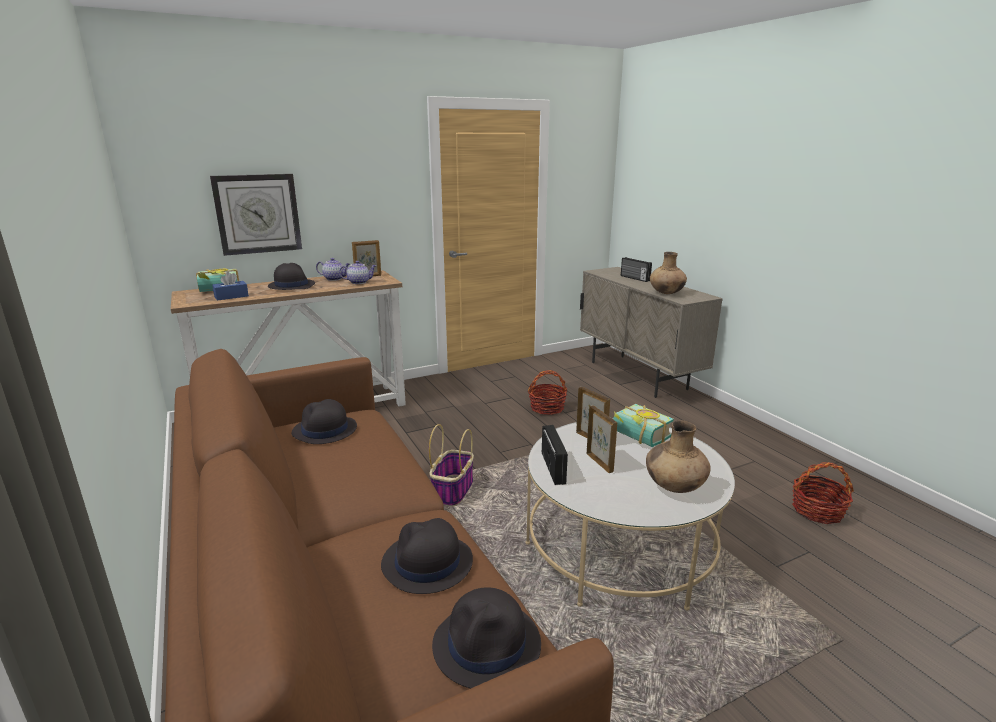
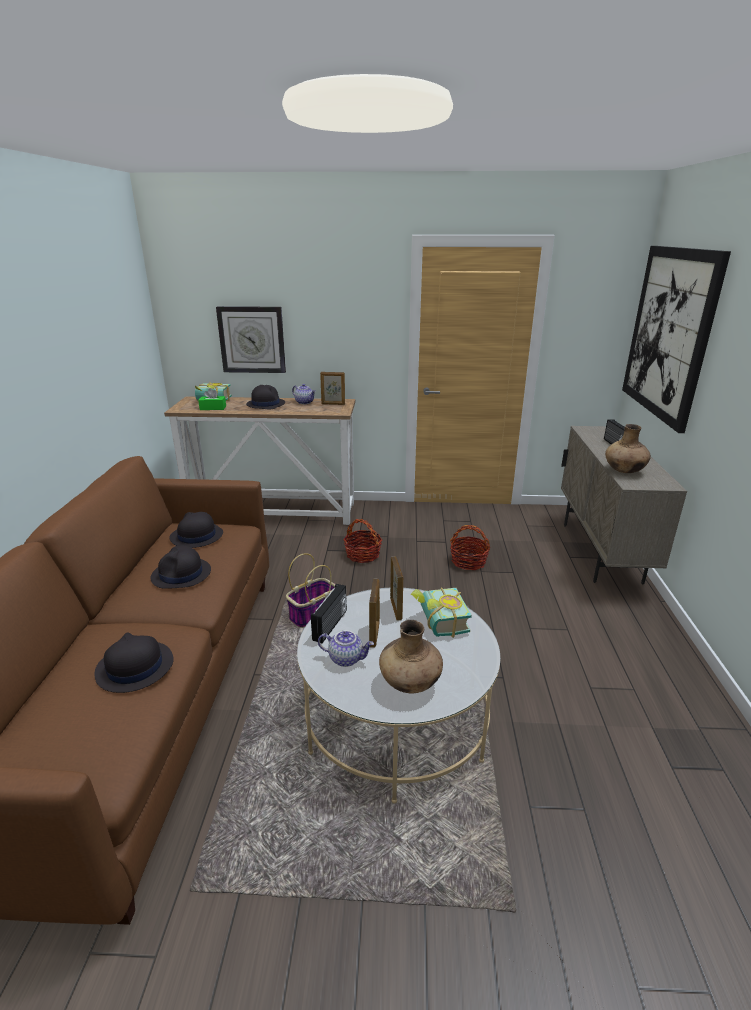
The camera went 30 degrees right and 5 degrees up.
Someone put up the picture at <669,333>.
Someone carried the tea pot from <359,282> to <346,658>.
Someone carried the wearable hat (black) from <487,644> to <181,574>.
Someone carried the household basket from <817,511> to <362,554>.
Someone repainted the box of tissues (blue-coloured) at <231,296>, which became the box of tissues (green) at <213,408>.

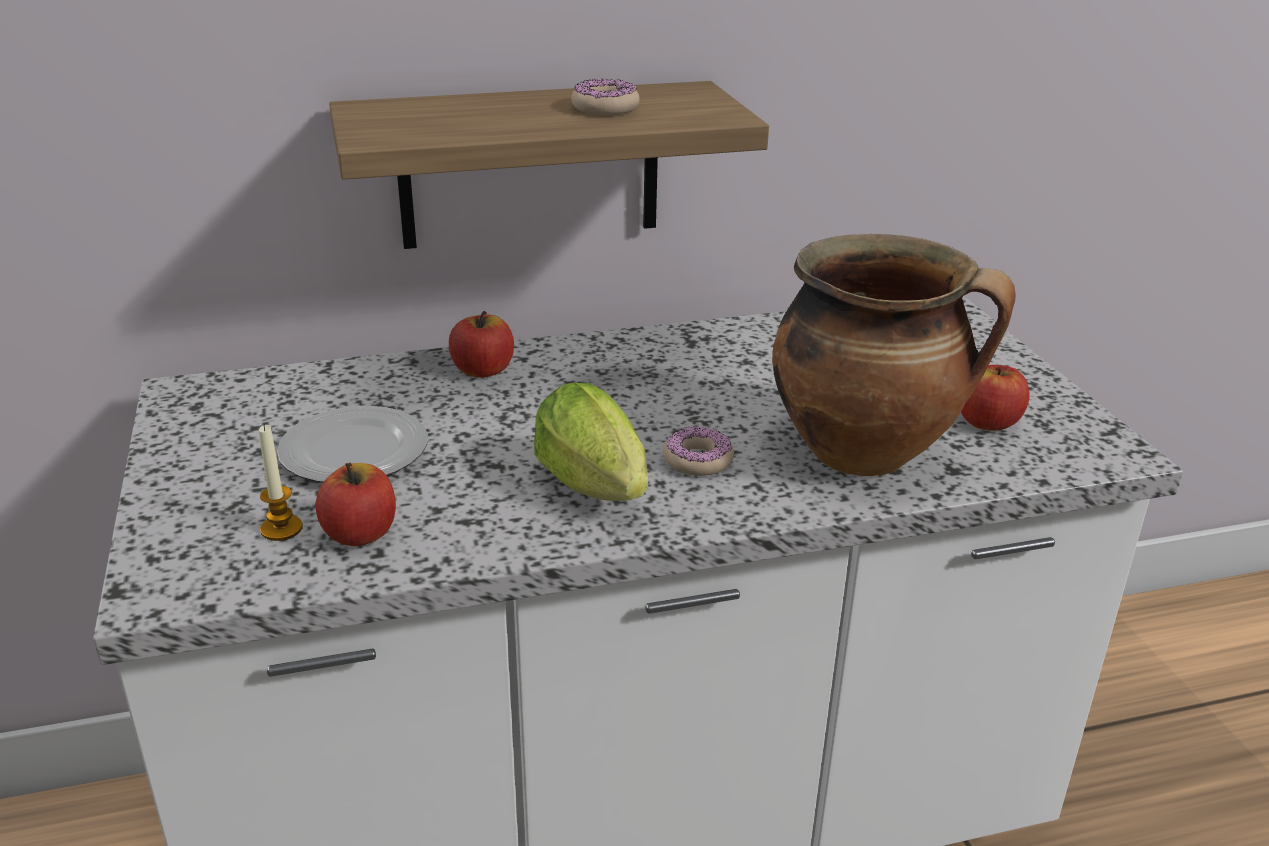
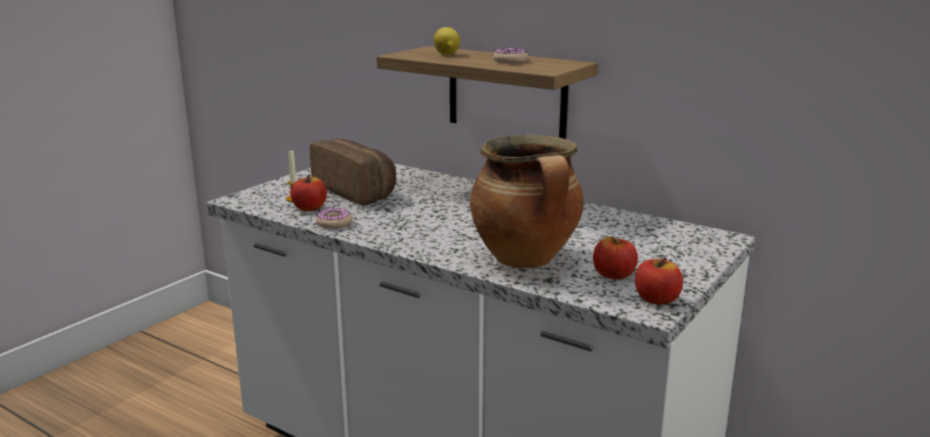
The camera went 50 degrees right and 10 degrees down.
Someone took away the lettuce head at <597,490>.
Someone put down the citrus fruit at <446,54>.
Someone carried the apple from <483,370> to <656,299>.
Someone carried the ring doughnut from <698,460> to <334,223>.
Someone swapped the plate at <355,453> for the bakery bread at <357,191>.

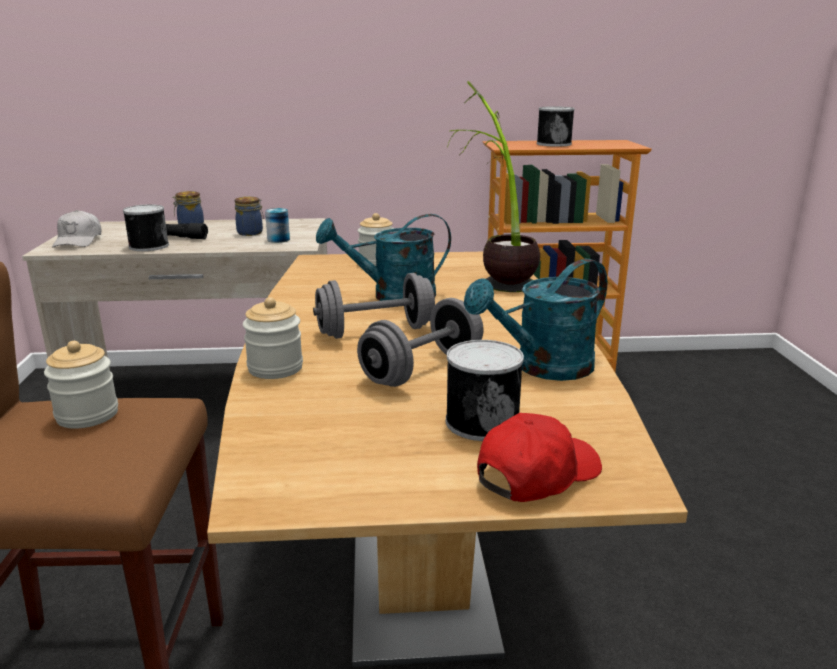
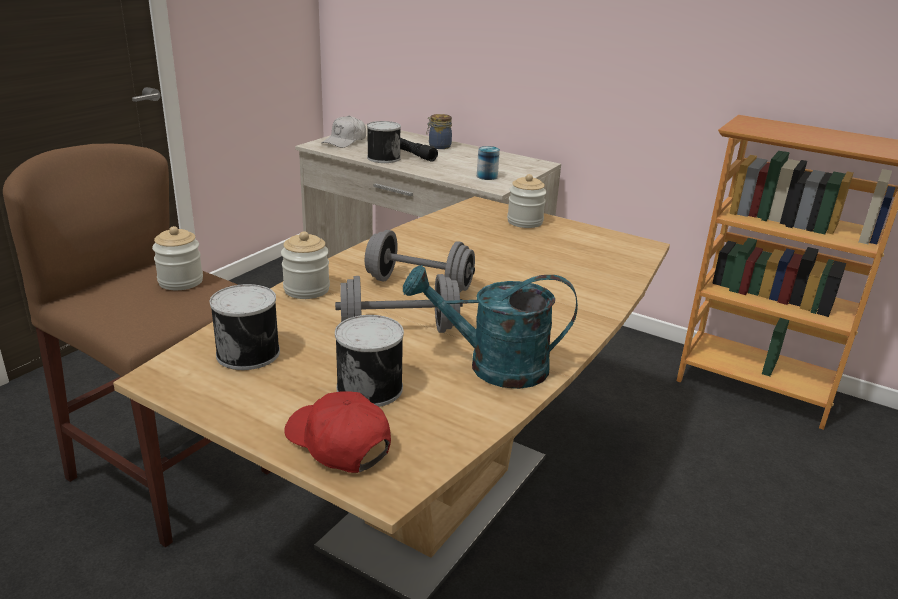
The camera went 35 degrees right and 5 degrees up.
Someone took away the storage jar at <251,233>.
Someone took away the watering can (turquoise-coloured) at <393,296>.
Someone took away the houseplant at <495,274>.
Someone carried the sealed can from <554,144> to <250,353>.
Someone rotated the baseball cap (reddish) at <537,474> by 135 degrees counterclockwise.

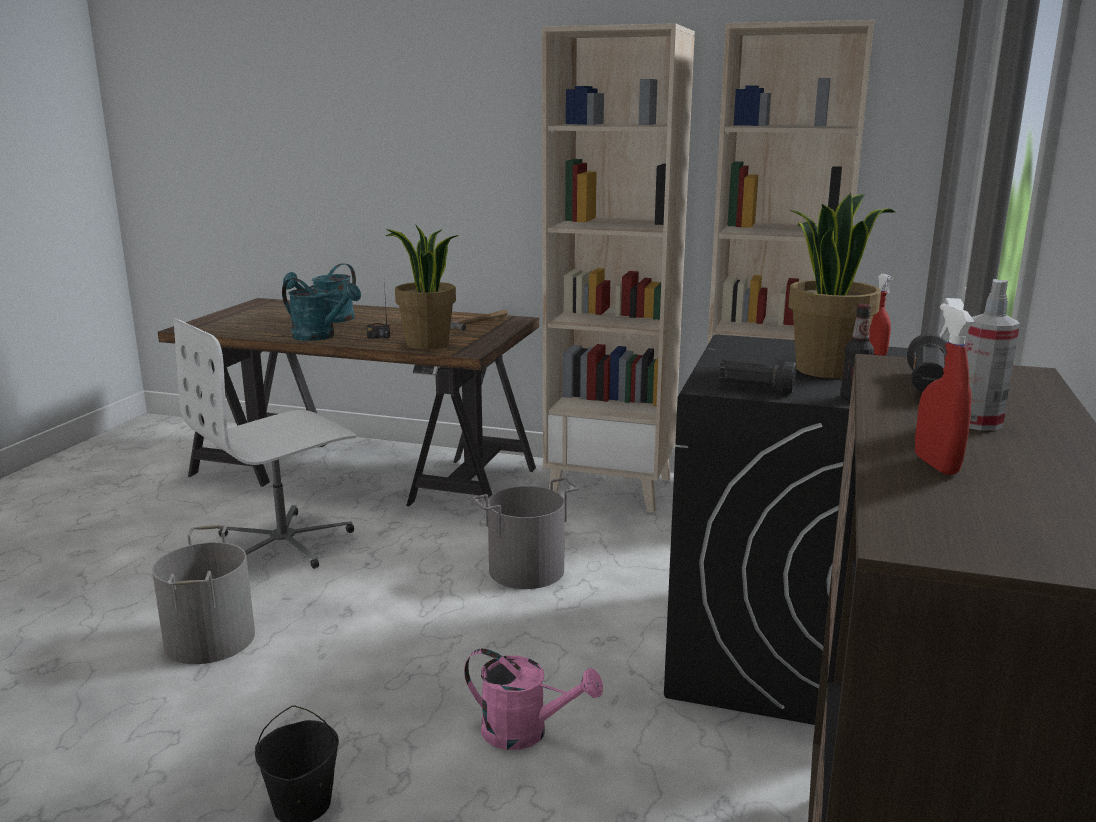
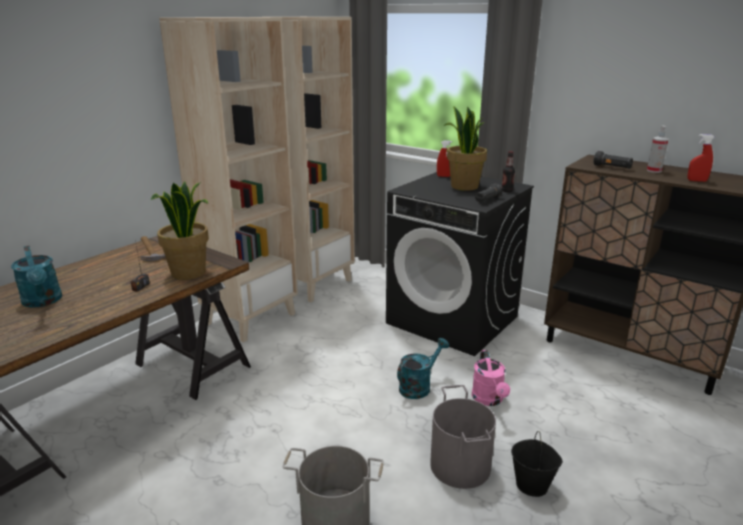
The camera went 70 degrees left and 5 degrees up.
Someone took away the computer chair (white) at <284,543>.
Someone carried the watering can (turquoise-coloured) from <320,336> to <419,386>.
Someone carried the bucket (greyish) from <527,570> to <461,465>.
Someone rotated the watering can (pinkish) at <526,732> by 135 degrees clockwise.

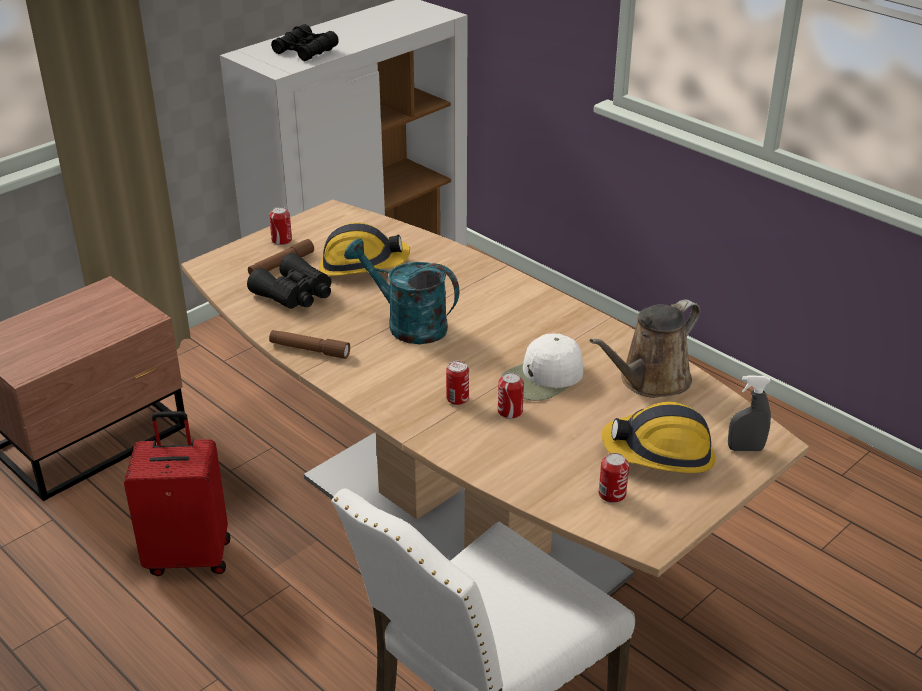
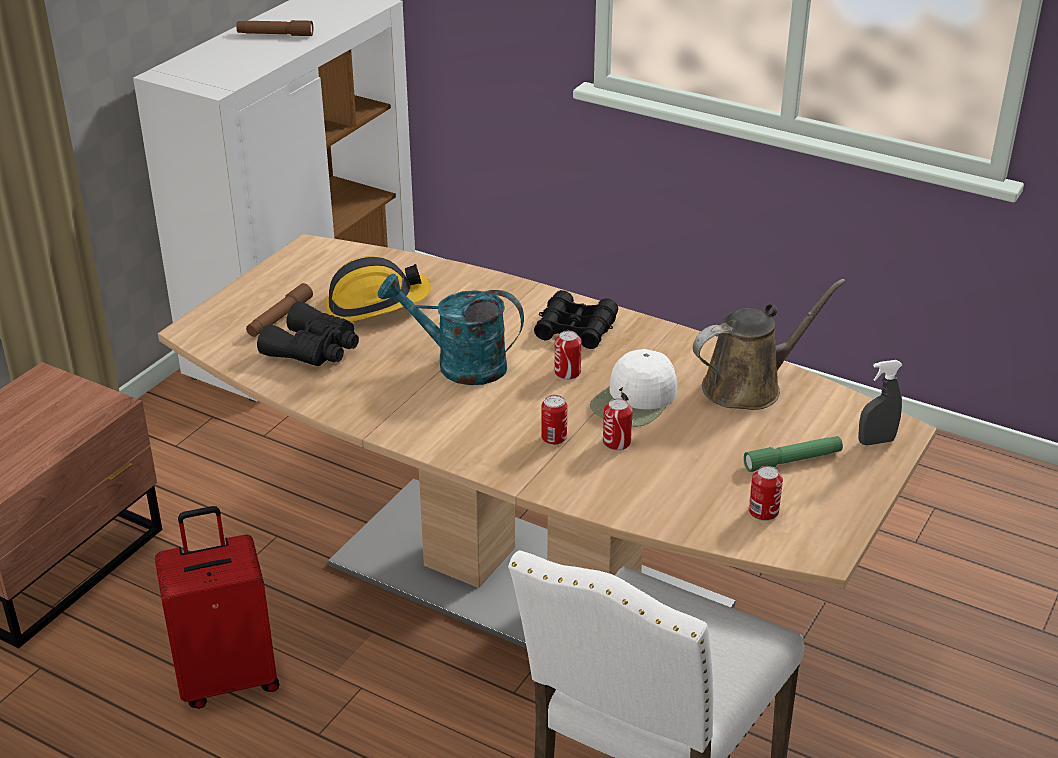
The camera went 15 degrees left and 0 degrees up.
Someone carried the sealed can from <281,240> to <567,372>.
Someone carried the hand torch (brown) from <309,350> to <275,34>.
Someone carried the binoculars (black) from <305,51> to <576,330>.
Someone swapped the hard hat at <660,453> for the hand torch (green) at <792,460>.
Someone rotated the watering can (brown) at <650,381> by 150 degrees counterclockwise.

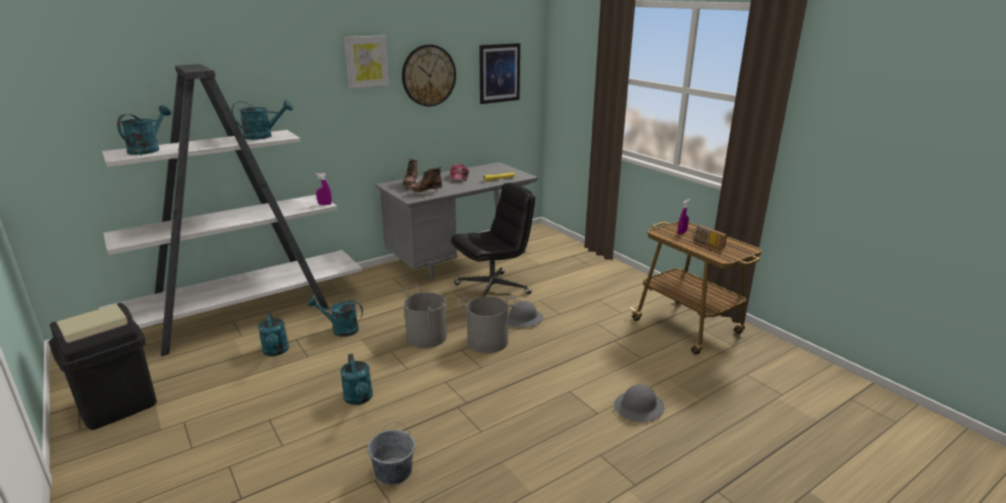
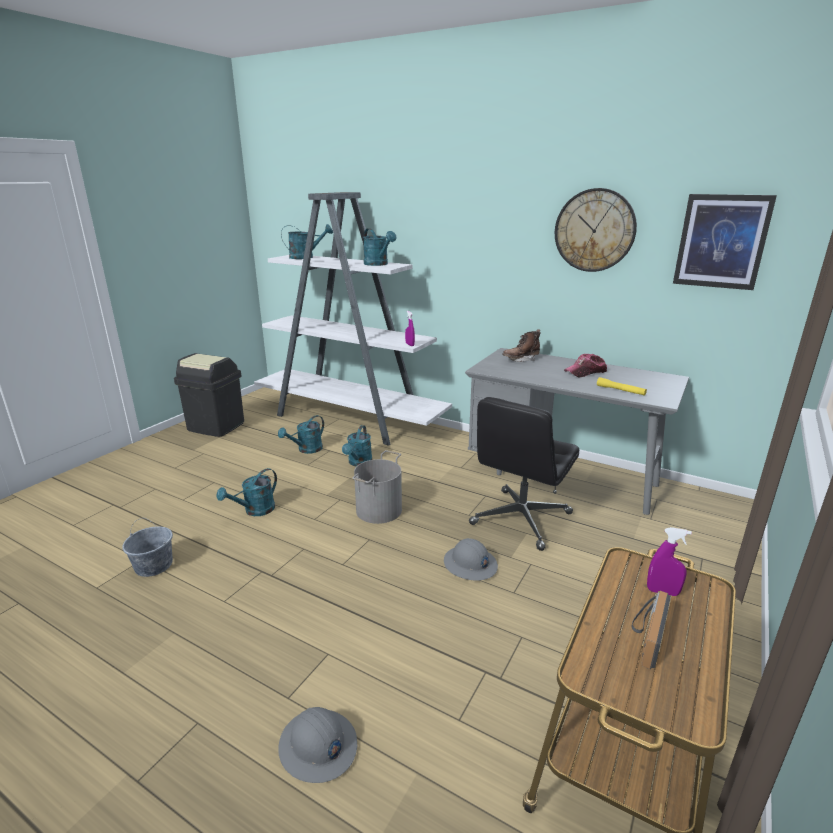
The camera went 65 degrees right and 0 degrees up.
Someone took away the picture at <366,61>.
Someone took away the boot (brown) at <425,193>.
Someone took away the bucket (greyish) at <487,341>.
Someone rotated the watering can (turquoise-coloured) at <340,329> by 150 degrees counterclockwise.
Someone rotated the computer chair (black) at <493,289> by 90 degrees clockwise.

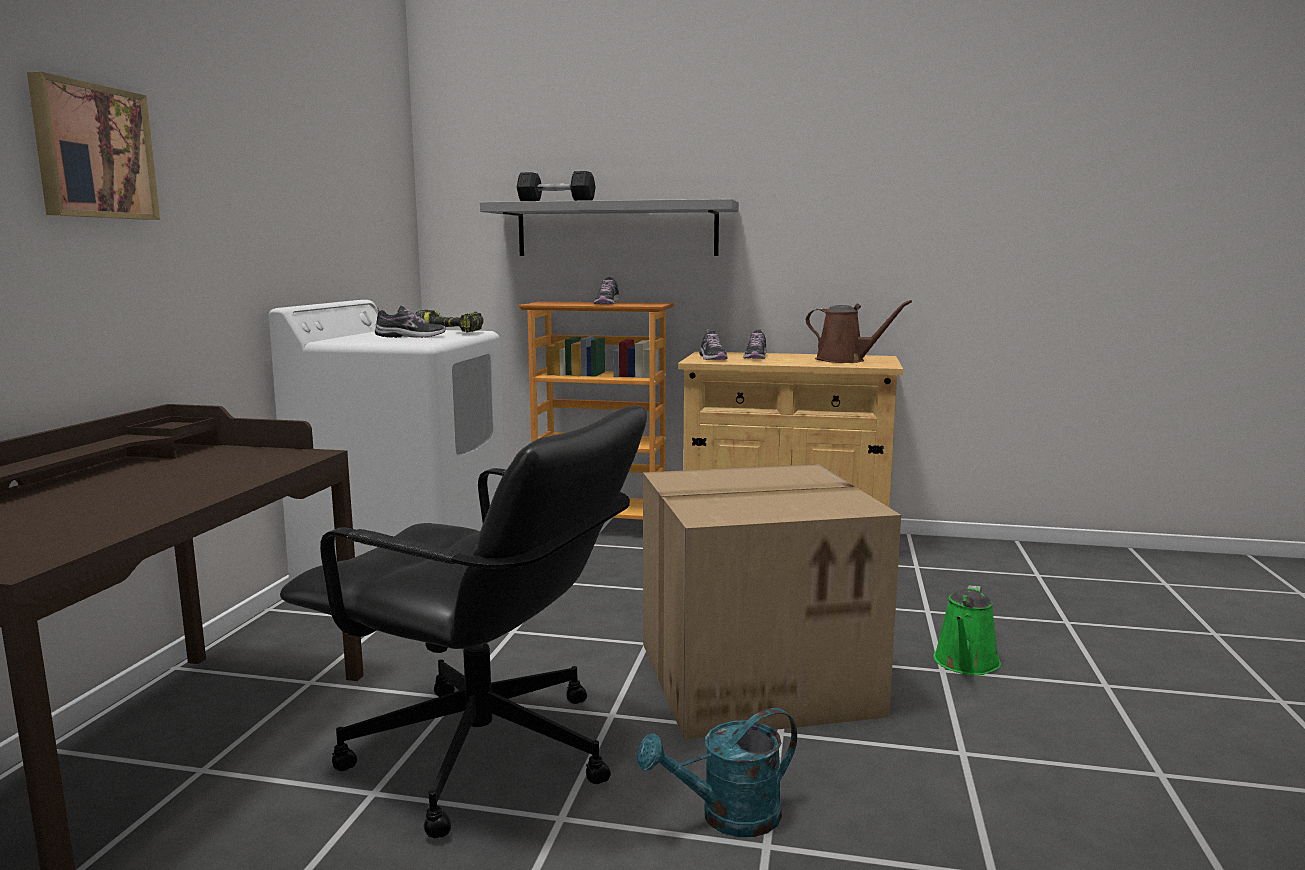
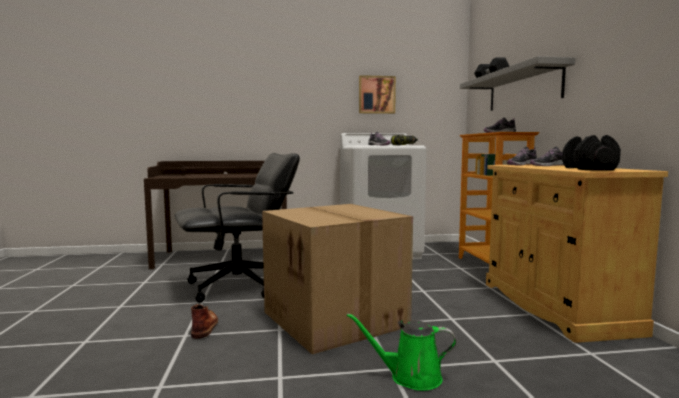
The camera went 70 degrees right and 5 degrees down.
Someone carried the picture from <92,152> to <376,95>.
Someone swapped the watering can (turquoise-coloured) at <727,817> for the boot (brown) at <204,326>.
Someone swapped the watering can (brown) at <845,360> for the dumbbell (black) at <589,169>.
Someone rotated the computer chair (black) at <483,755> by 120 degrees counterclockwise.

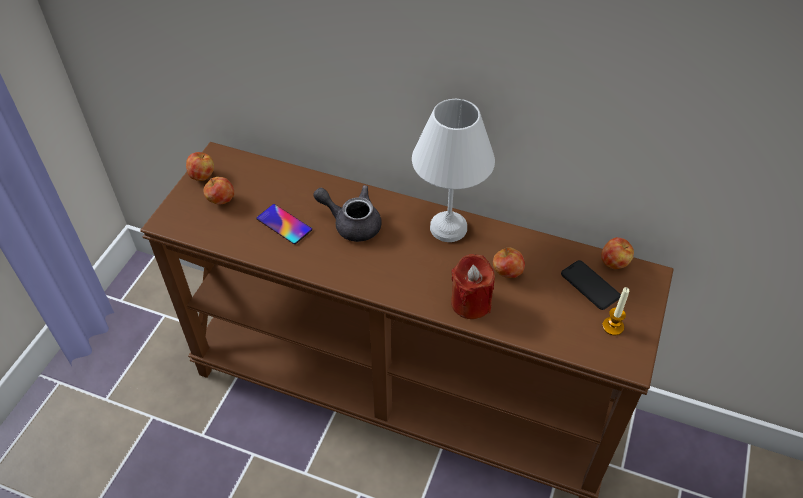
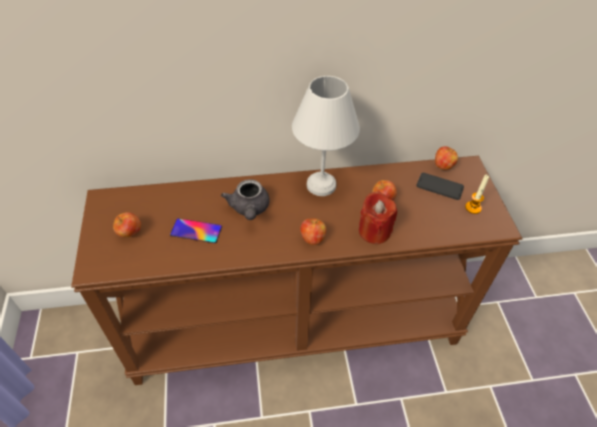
The camera went 30 degrees left and 0 degrees up.
Someone carried the apple from <202,176> to <312,238>.
Someone rotated the tea pot (greyish) at <352,223> by 90 degrees counterclockwise.

